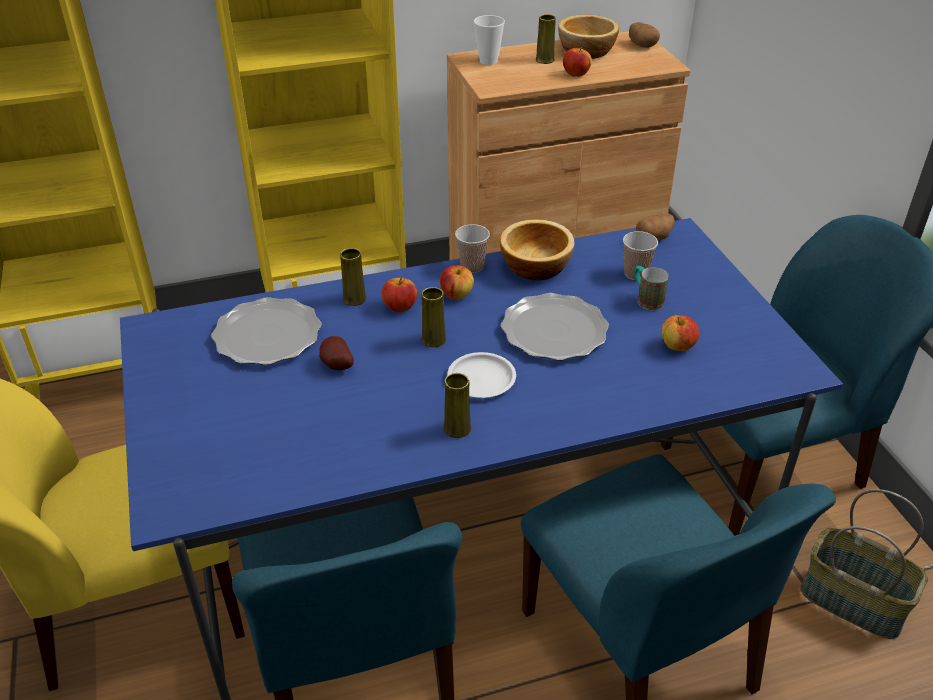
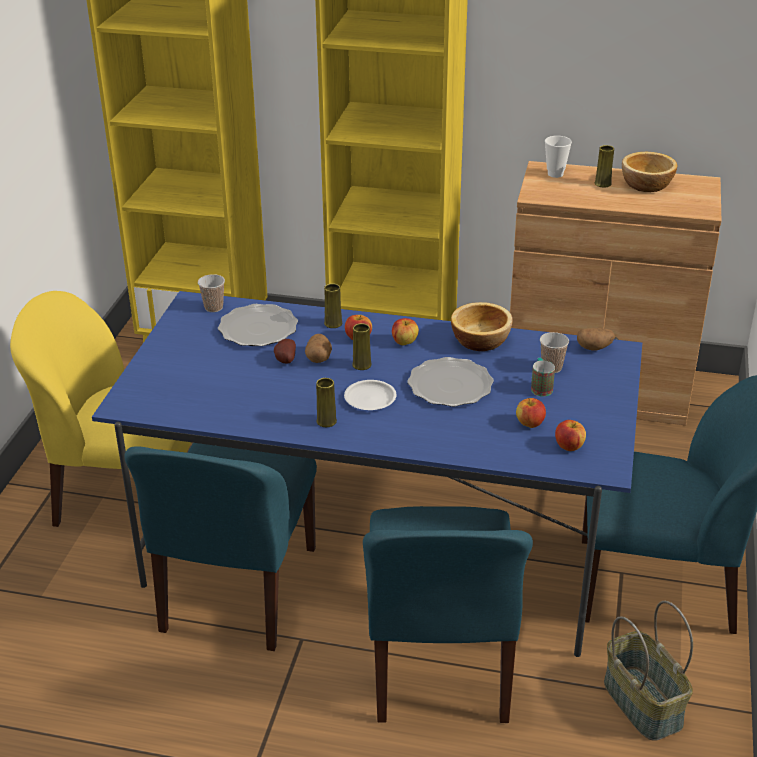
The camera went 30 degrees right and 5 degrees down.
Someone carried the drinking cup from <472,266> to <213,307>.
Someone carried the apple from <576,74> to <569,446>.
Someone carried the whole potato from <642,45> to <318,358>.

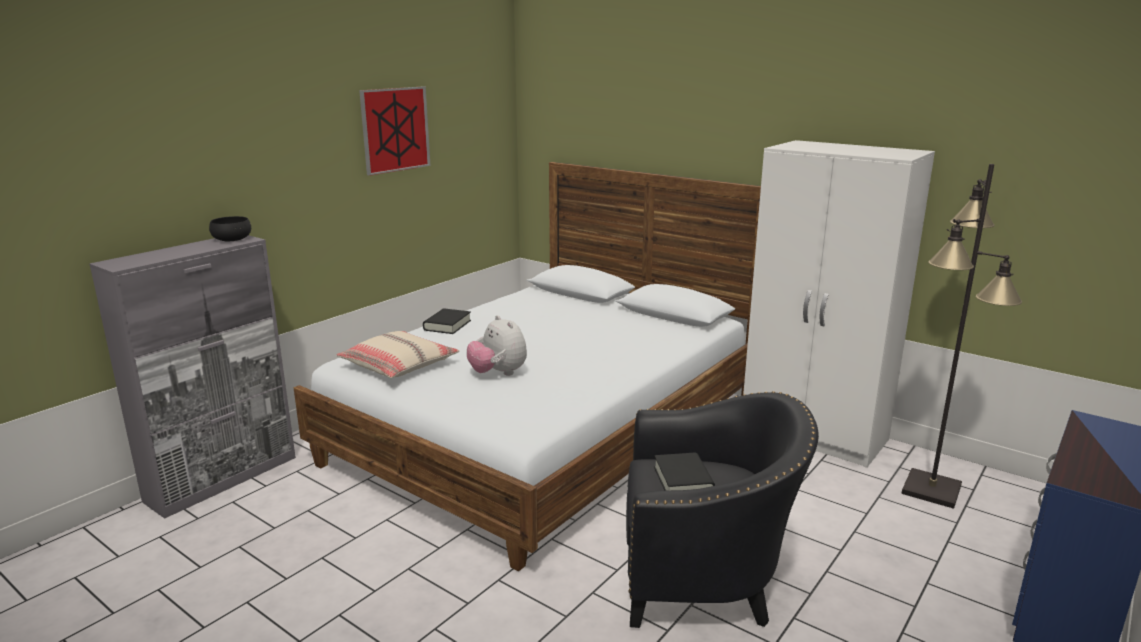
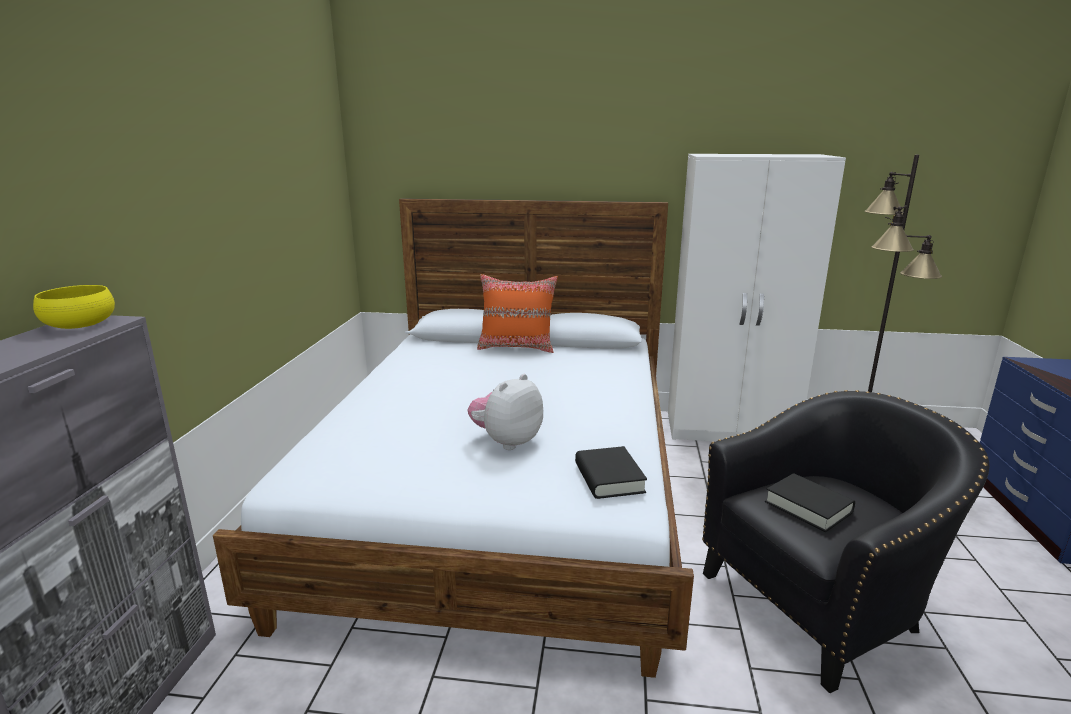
The camera went 30 degrees left and 0 degrees up.
Someone took away the throw pillow (sand-coloured) at <399,365>.
Someone took away the picture at <395,129>.
Someone put down the throw pillow (orange-coloured) at <517,347>.
Someone carried the book (black) from <447,325> to <609,478>.
Someone repainted the bowl (black) at <232,239>, which became the bowl (yellow) at <80,323>.
Someone rotated the plush toy at <498,373> by 105 degrees clockwise.

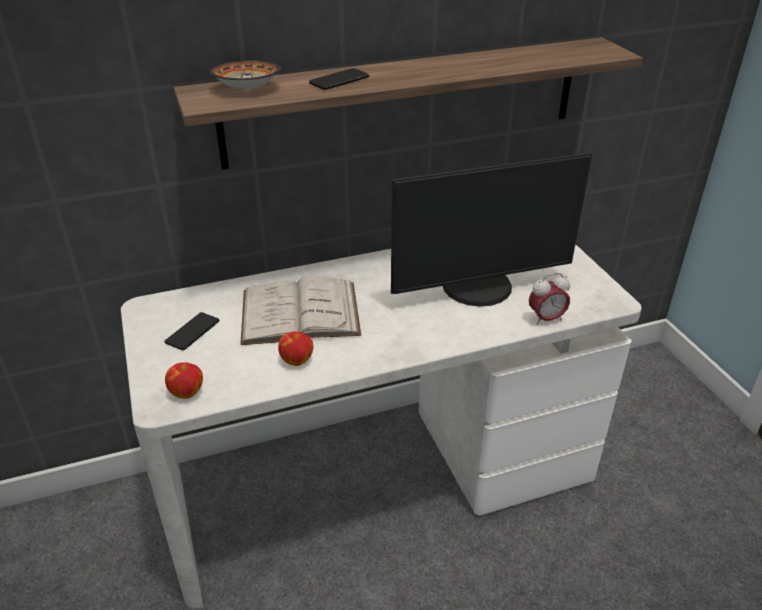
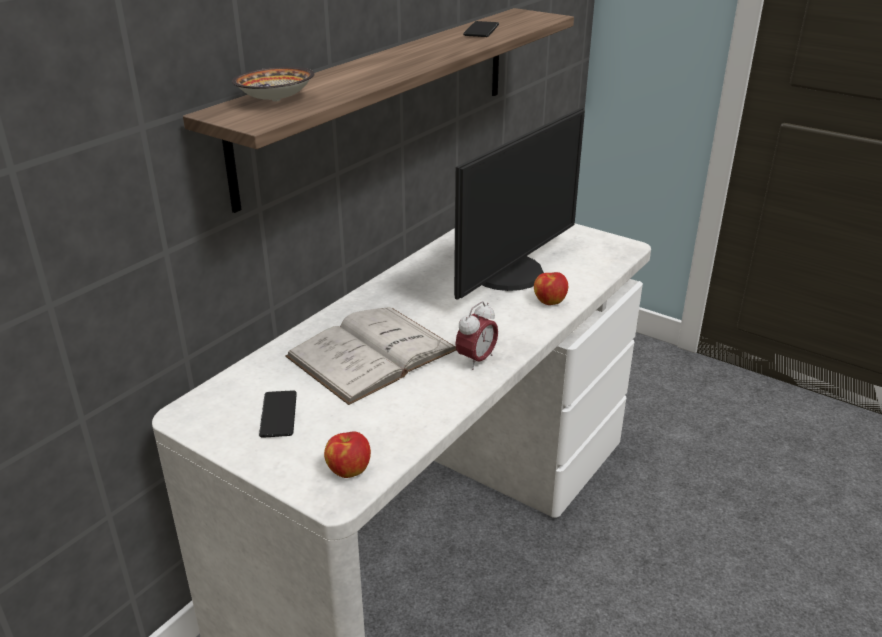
The camera went 35 degrees left and 5 degrees down.
Someone carried the apple from <297,360> to <549,301>.
Someone carried the handset from <339,80> to <481,30>.
Someone carried the bedside clock from <546,319> to <476,360>.

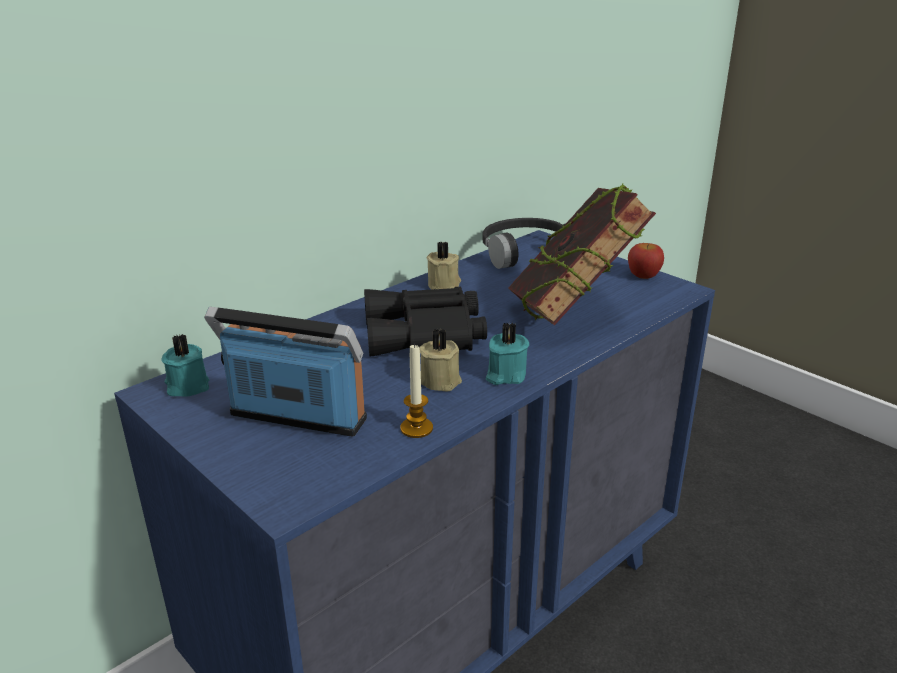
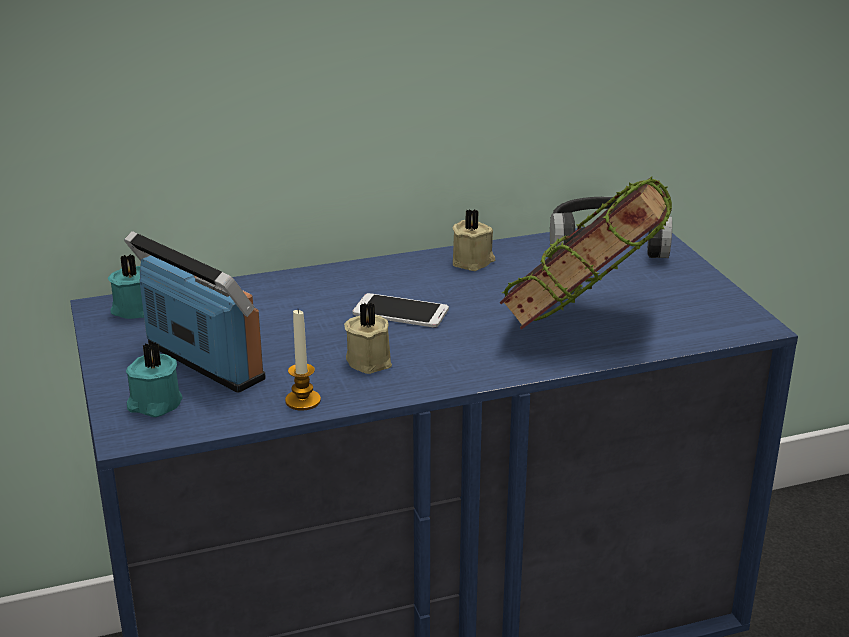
The camera went 25 degrees right and 0 degrees up.
Someone took away the apple at <643,276>.
Someone carried the wax candle (turquoise-coloured) from <505,375> to <154,404>.
Someone swapped the binoculars (black) at <426,335> for the handset at <400,311>.

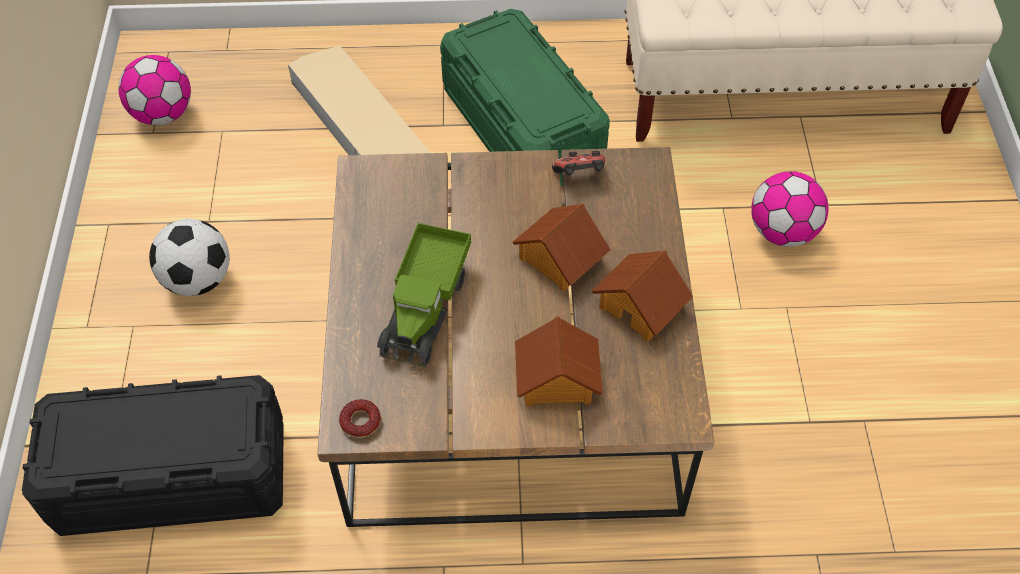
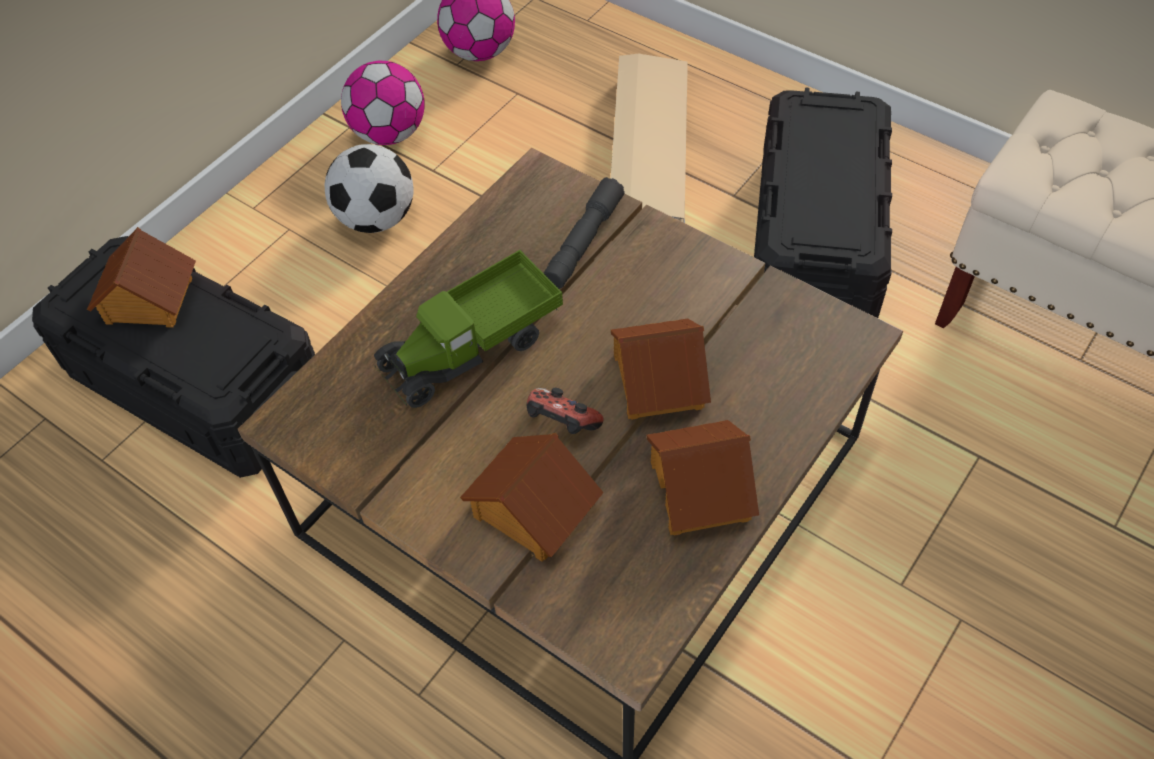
The camera went 40 degrees right and 0 degrees up.
Someone took away the ring doughnut at <360,421>.
Someone put down the toy house at <148,301>.
Someone put down the hand torch (greyish) at <583,242>.
Someone carried the gamepad from <580,175> to <562,425>.
Someone carried the ball for football from <782,232> to <389,134>.
Someone repainted the storage container (green) at <522,129>, which became the storage container (black) at <814,242>.

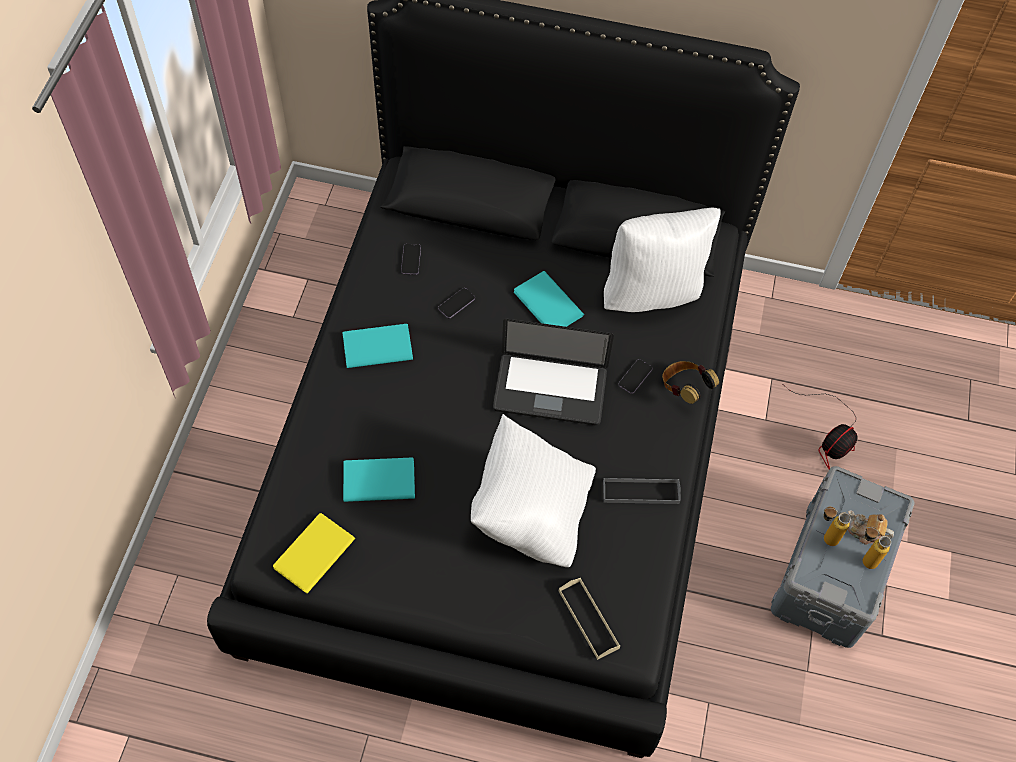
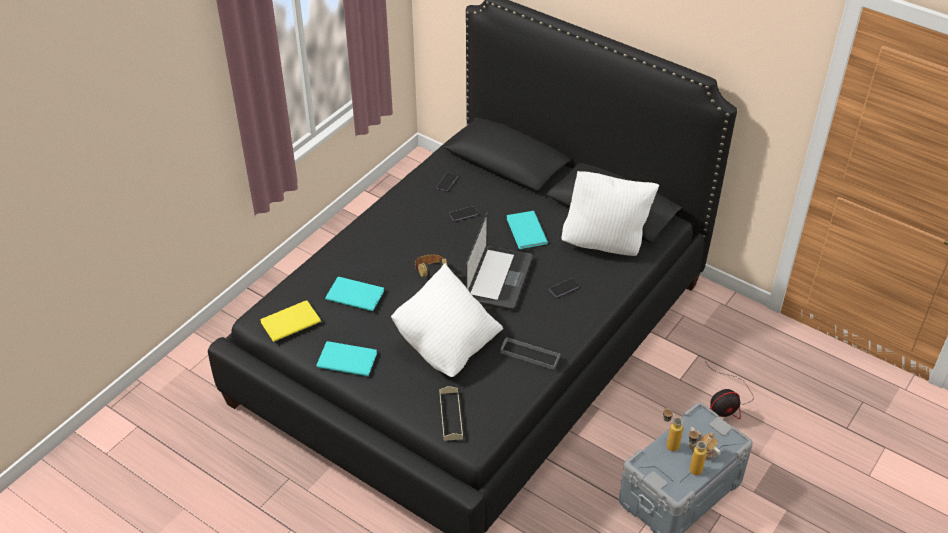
The camera went 25 degrees right and 15 degrees down.
Someone carried the book (turquoise-coloured) from <375,345> to <346,358>.
Someone carried the headset from <684,389> to <431,274>.
Someone rotated the laptop at <550,390> by 105 degrees counterclockwise.

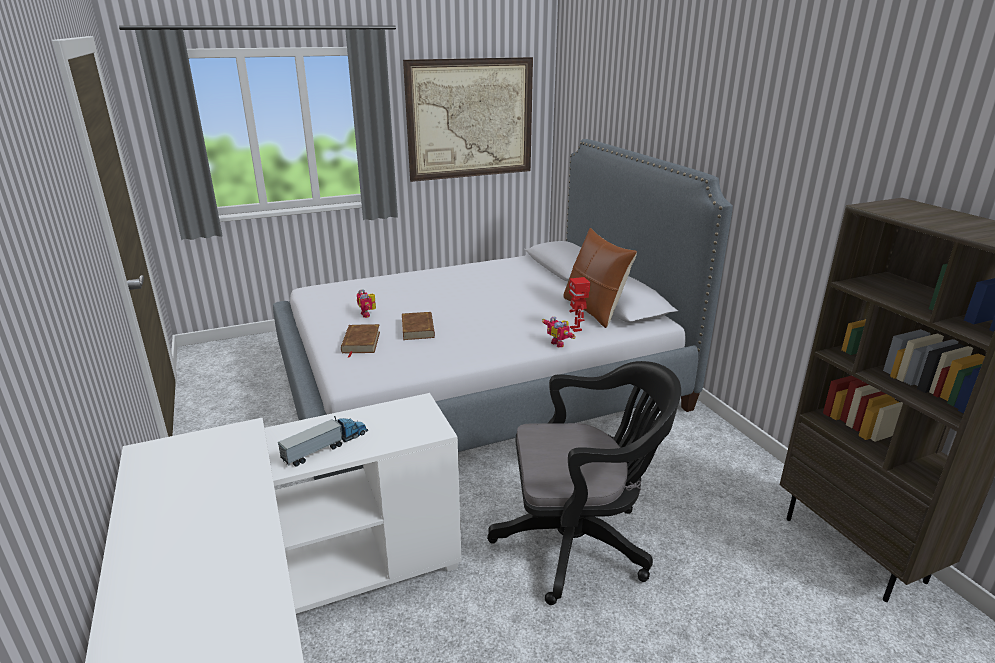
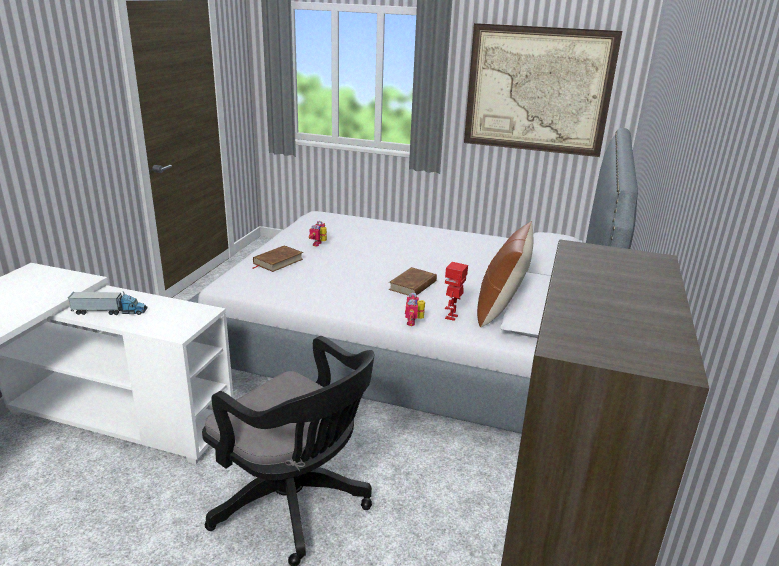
The camera went 40 degrees right and 0 degrees up.
Someone carried the book (brown) from <418,329> to <413,285>.

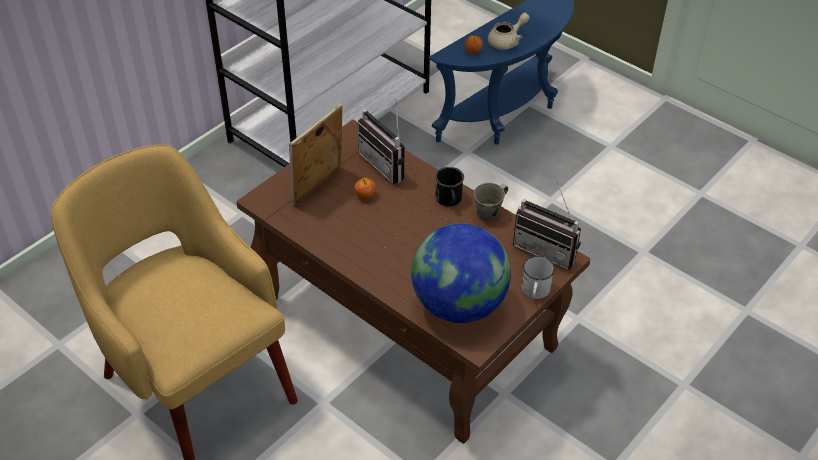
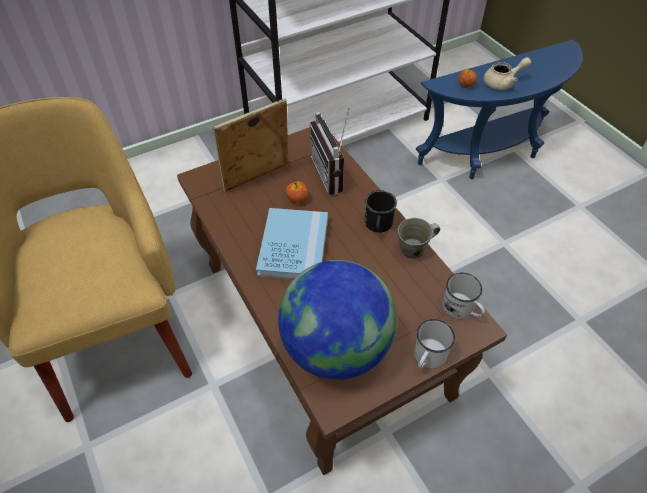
The camera went 20 degrees right and 5 degrees up.
Someone put down the book (blue-coloured) at <293,246>.
Someone swapped the radio set at <548,249> for the tea mug (white) at <461,310>.

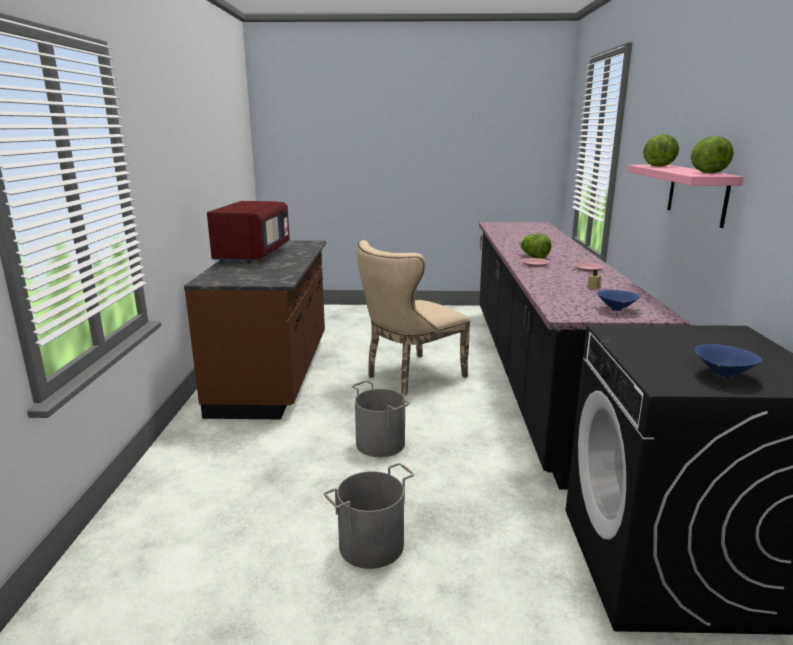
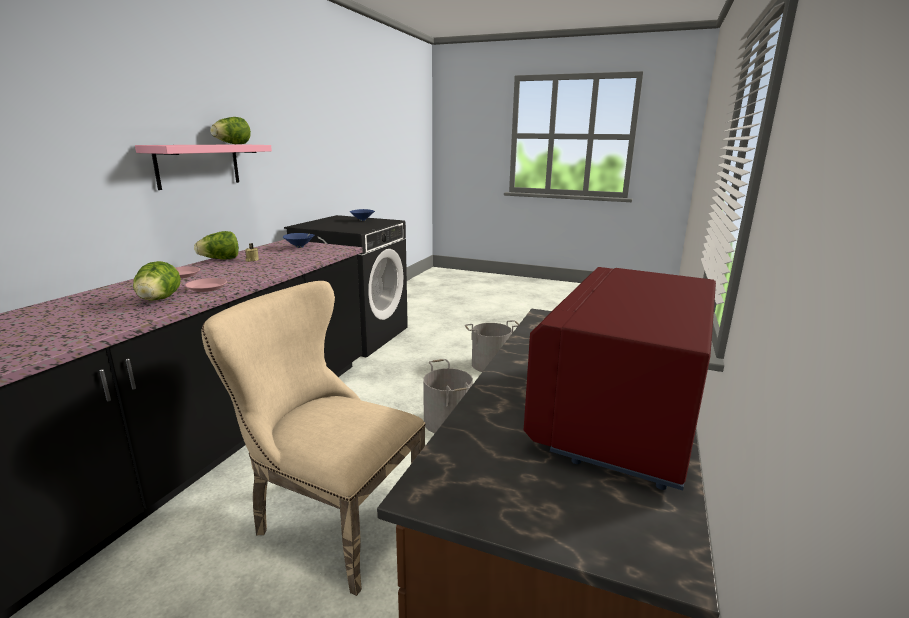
The camera went 160 degrees left and 0 degrees up.
Someone carried the lettuce head from <660,166> to <220,259>.
Someone rotated the plain chair (sand-coloured) at <410,377> by 135 degrees counterclockwise.

